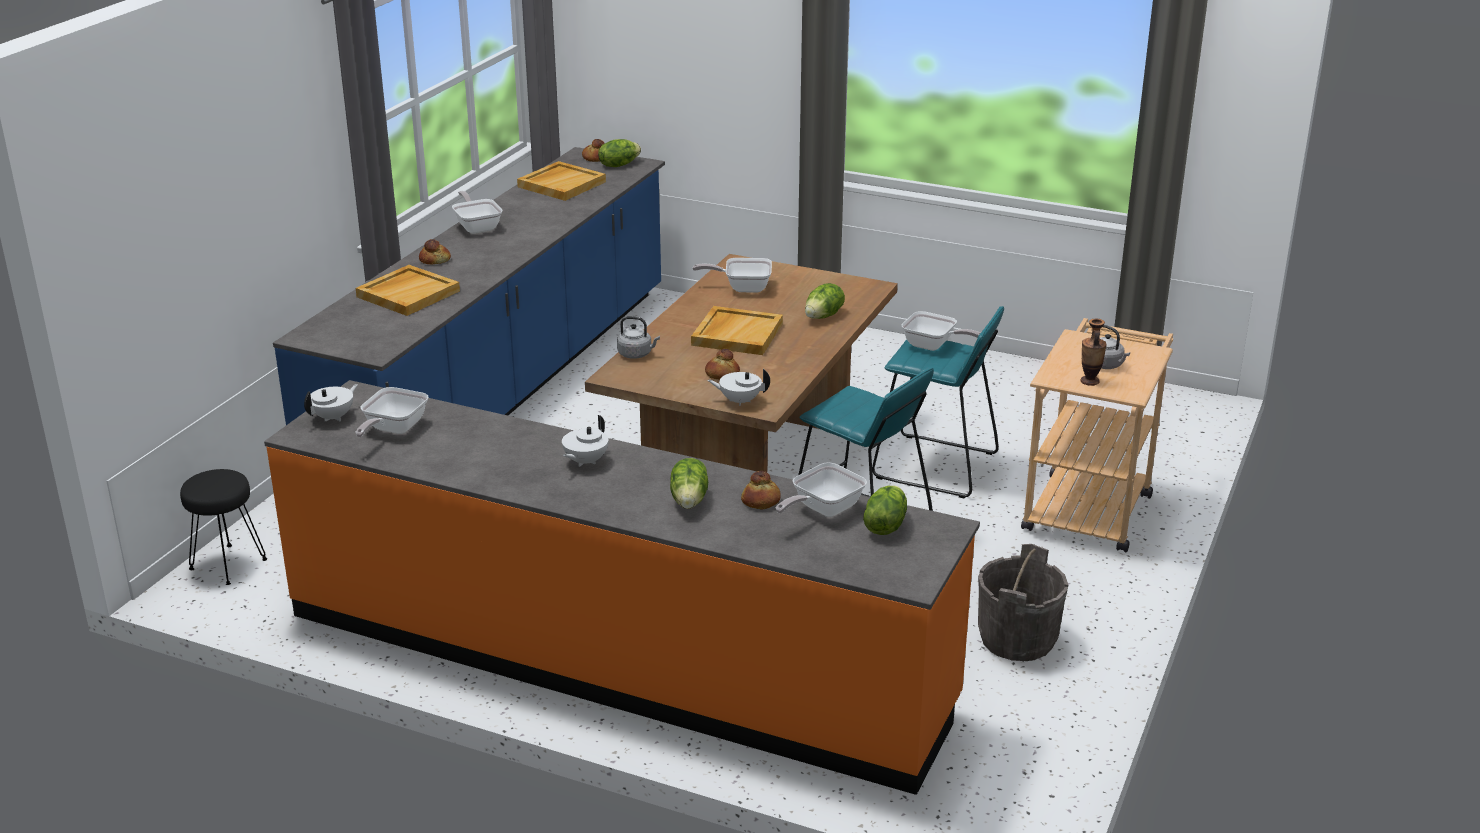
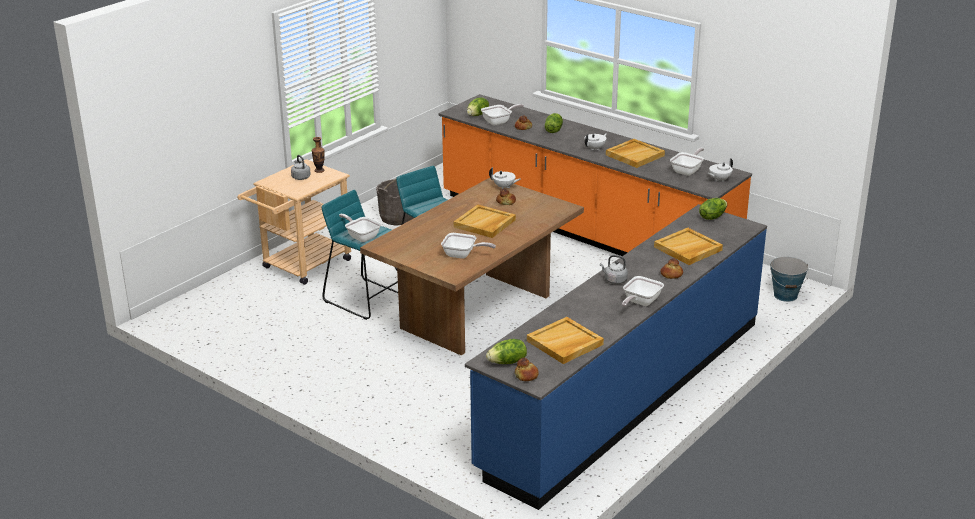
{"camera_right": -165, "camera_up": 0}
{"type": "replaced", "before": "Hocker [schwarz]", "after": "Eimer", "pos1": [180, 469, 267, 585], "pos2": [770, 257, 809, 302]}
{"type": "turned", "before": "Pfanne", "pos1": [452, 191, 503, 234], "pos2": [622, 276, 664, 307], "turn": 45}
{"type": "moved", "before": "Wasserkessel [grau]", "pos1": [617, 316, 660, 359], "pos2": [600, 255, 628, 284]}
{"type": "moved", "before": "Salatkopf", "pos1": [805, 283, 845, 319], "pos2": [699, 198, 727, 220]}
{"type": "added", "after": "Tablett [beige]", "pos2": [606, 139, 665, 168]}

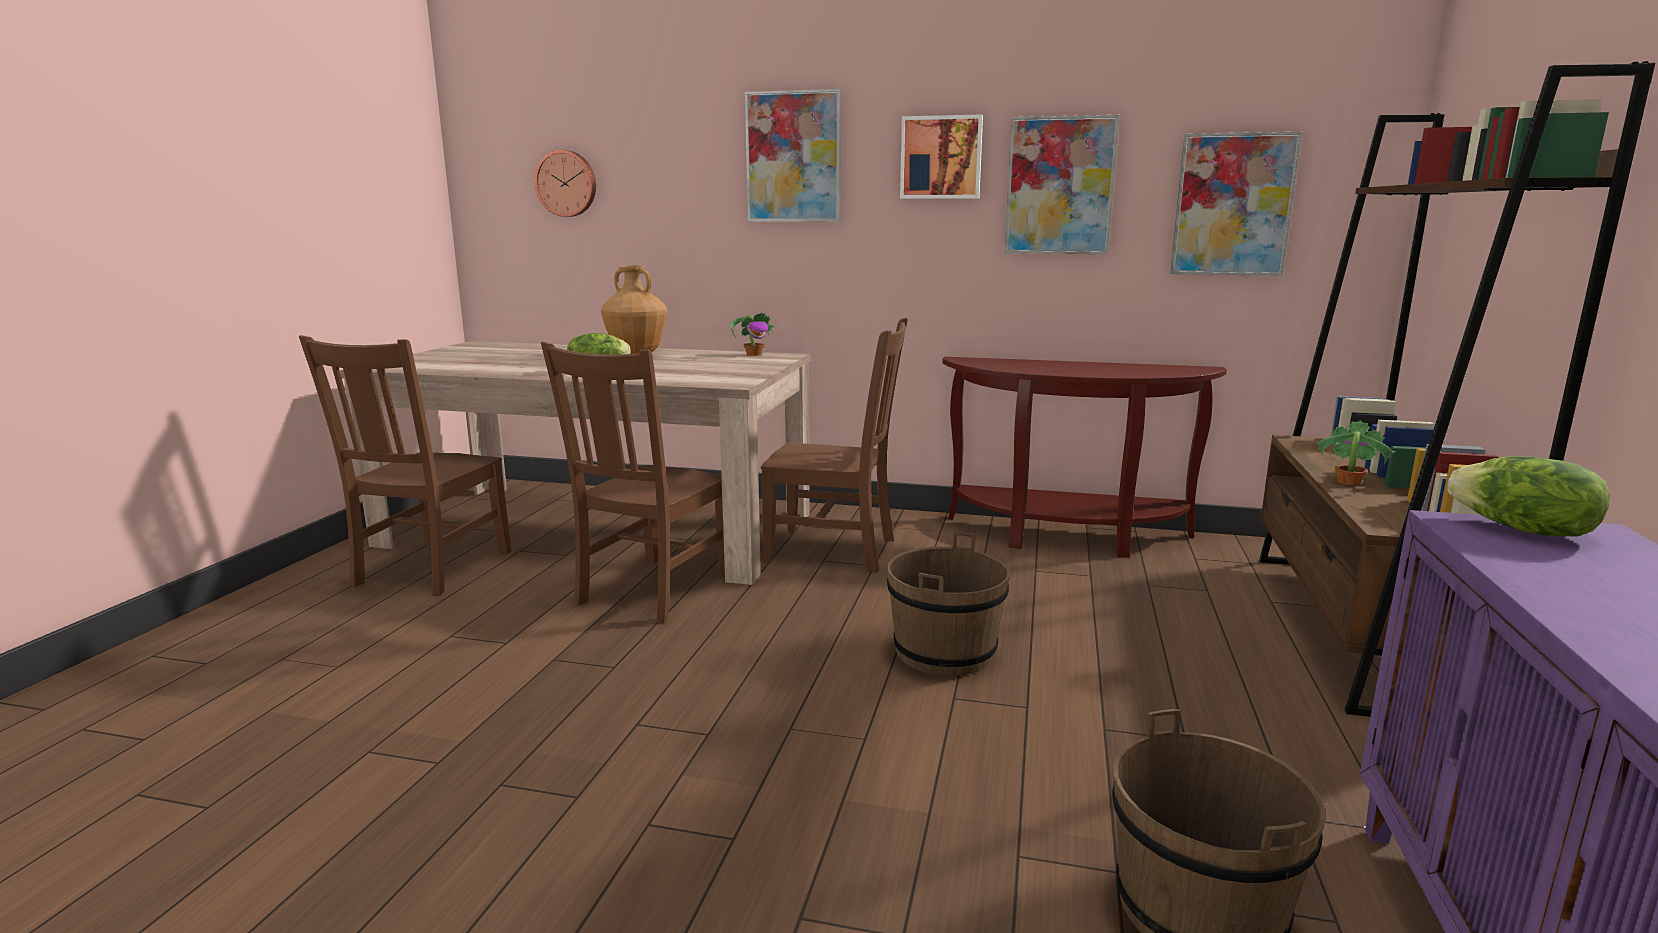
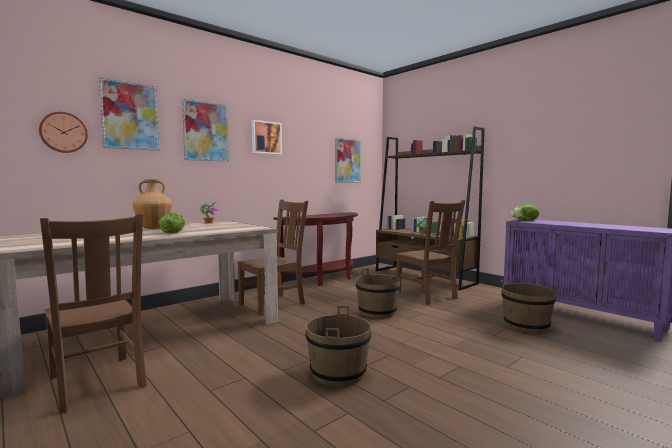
{"camera_right": -55, "camera_up": -10}
{"type": "moved", "before": "Stuhl [braun]", "pos1": [541, 342, 725, 623], "pos2": [396, 200, 465, 305]}
{"type": "moved", "before": "Bild", "pos1": [1005, 115, 1120, 254], "pos2": [99, 77, 160, 151]}
{"type": "added", "after": "Eimer [braun]", "pos2": [305, 306, 371, 386]}

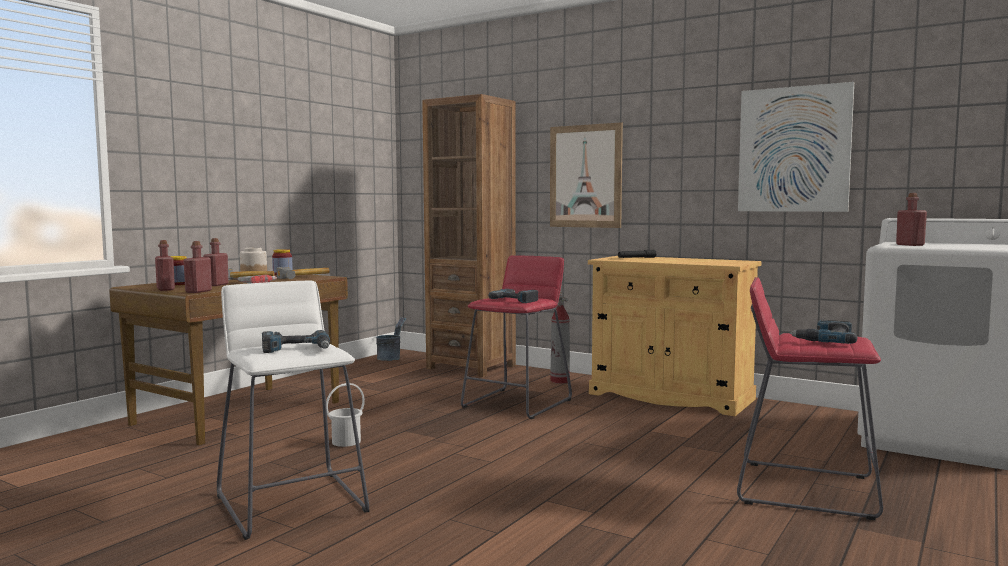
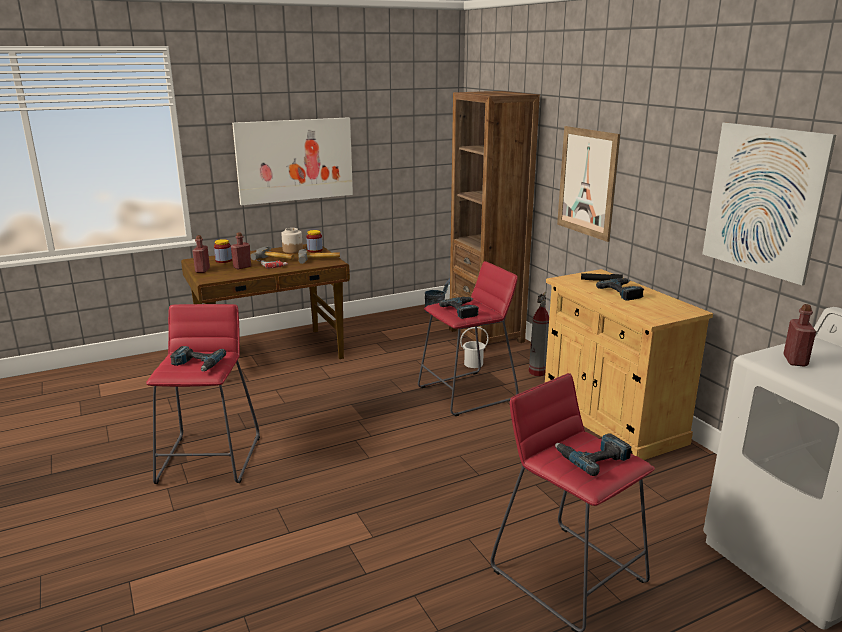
{"camera_right": 30, "camera_up": 15}
{"type": "removed", "before": "Flasche [rot]", "pos1": [183, 241, 212, 293]}
{"type": "recoloured", "before": "Hocker [weiß]", "after": "Hocker [rot]", "pos1": [217, 281, 369, 540], "pos2": [146, 304, 260, 484]}
{"type": "moved", "before": "Eimer [weiß]", "pos1": [326, 383, 365, 447], "pos2": [460, 327, 489, 368]}
{"type": "added", "after": "Bild", "pos2": [232, 117, 353, 205]}
{"type": "added", "after": "Bohrmaschine", "pos2": [596, 278, 644, 301]}

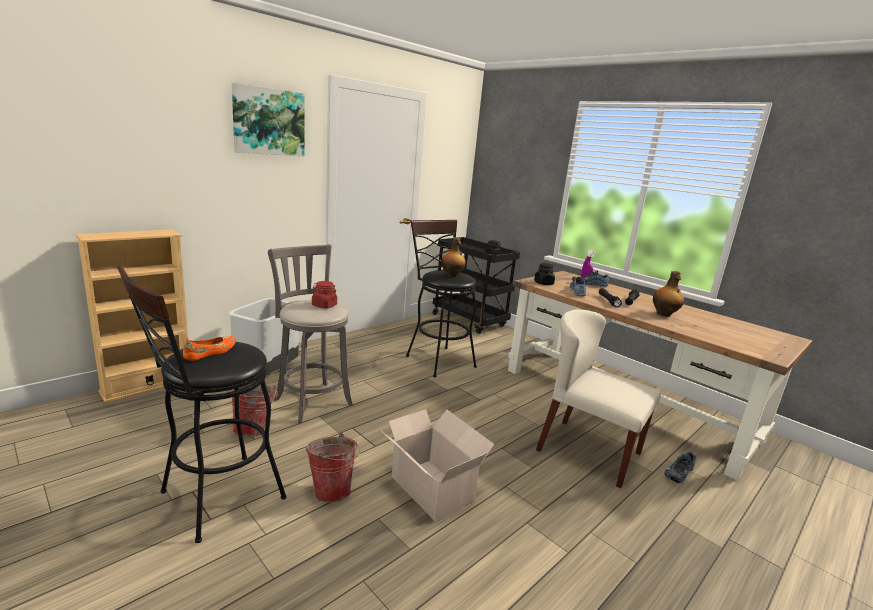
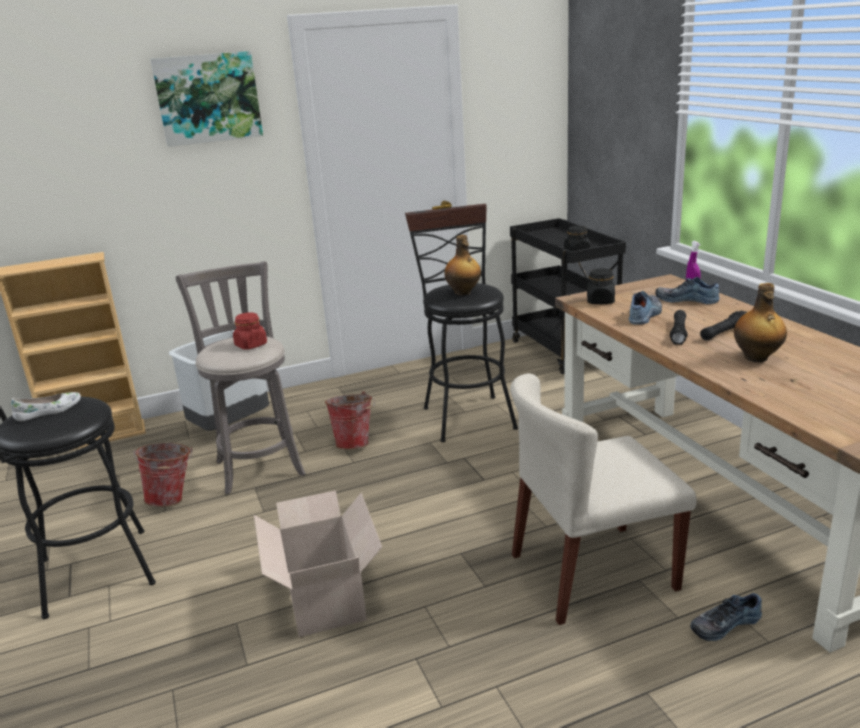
{"camera_right": 25, "camera_up": 5}
{"type": "recoloured", "before": "Schuh [orange]", "after": "Schuh [weiß]", "pos1": [183, 336, 236, 361], "pos2": [11, 392, 81, 421]}
{"type": "moved", "before": "Eimer", "pos1": [306, 433, 360, 502], "pos2": [325, 391, 375, 449]}
{"type": "turned", "before": "Stuhl [beige]", "pos1": [536, 309, 661, 488], "pos2": [510, 373, 697, 625], "turn": -75}

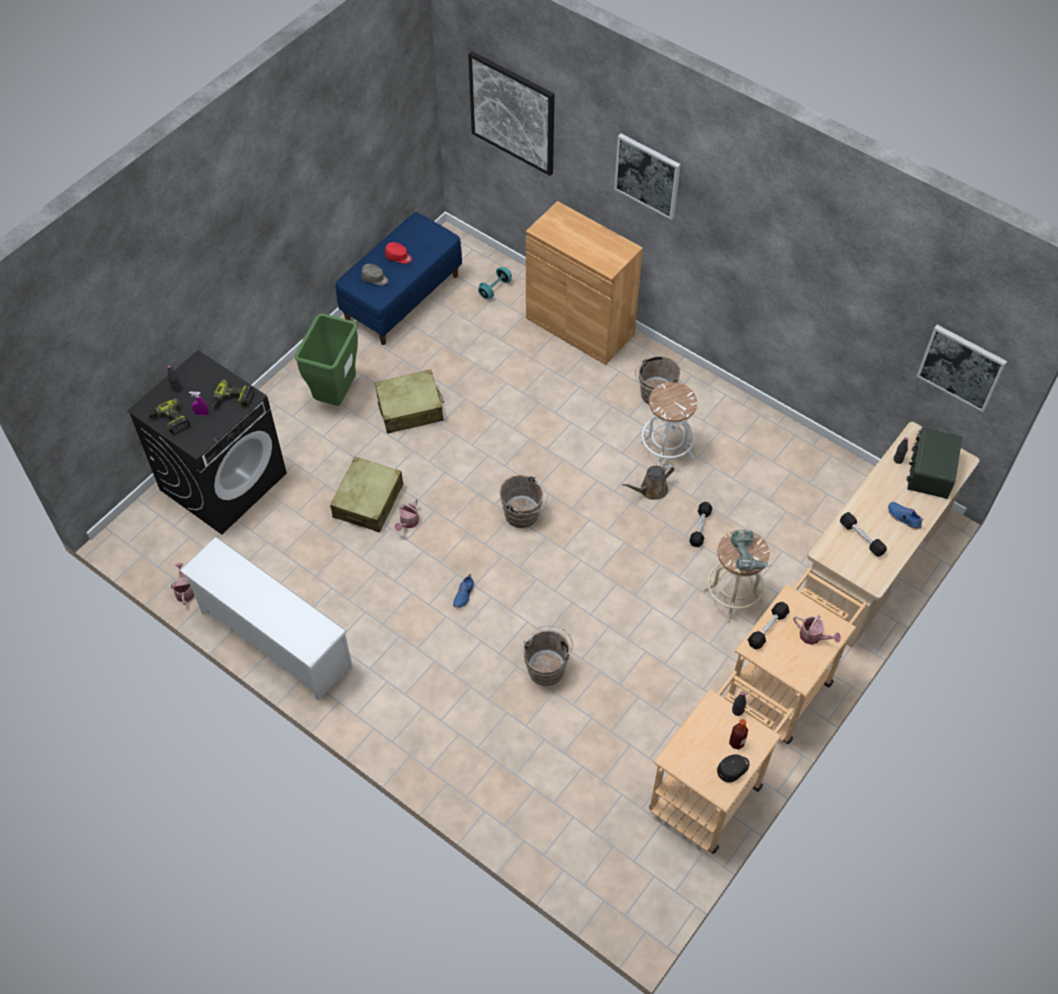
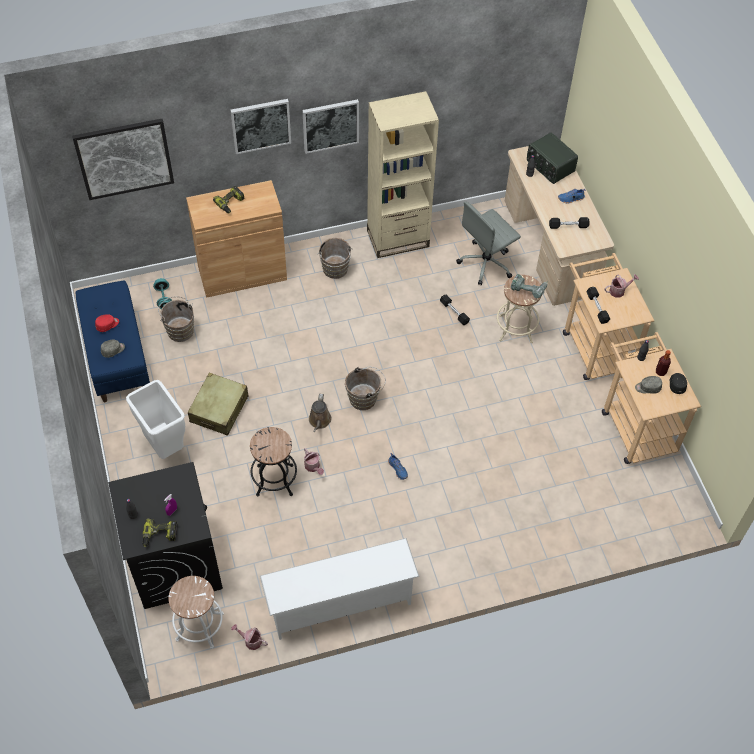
{"camera_right": -55, "camera_up": 0}
{"type": "moved", "before": "Bohrmaschine", "pos1": [211, 379, 254, 407], "pos2": [213, 186, 245, 213]}
{"type": "recoloured", "before": "Mülleimer [grün]", "after": "Mülleimer [weiß]", "pos1": [295, 314, 358, 406], "pos2": [126, 380, 185, 459]}
{"type": "replaced", "before": "Koffer [beige]", "after": "Hocker [schwarz]", "pos1": [330, 457, 403, 532], "pos2": [250, 427, 297, 497]}
{"type": "moved", "before": "Eimer [braun]", "pos1": [524, 625, 573, 686], "pos2": [158, 296, 194, 342]}
{"type": "moved", "before": "Gießkanne [braun]", "pos1": [622, 464, 674, 500], "pos2": [309, 394, 332, 432]}
{"type": "moved", "before": "Hocker [weiß]", "pos1": [639, 382, 697, 467], "pos2": [168, 576, 224, 649]}
{"type": "moved", "before": "Bild", "pos1": [916, 325, 1007, 412], "pos2": [302, 99, 359, 154]}
{"type": "added", "after": "Bücherregal [beige]", "pos2": [367, 91, 439, 258]}
{"type": "added", "after": "Bürostuhl [grau]", "pos2": [456, 202, 521, 285]}
{"type": "added", "after": "Kappe [grau]", "pos2": [635, 376, 662, 394]}

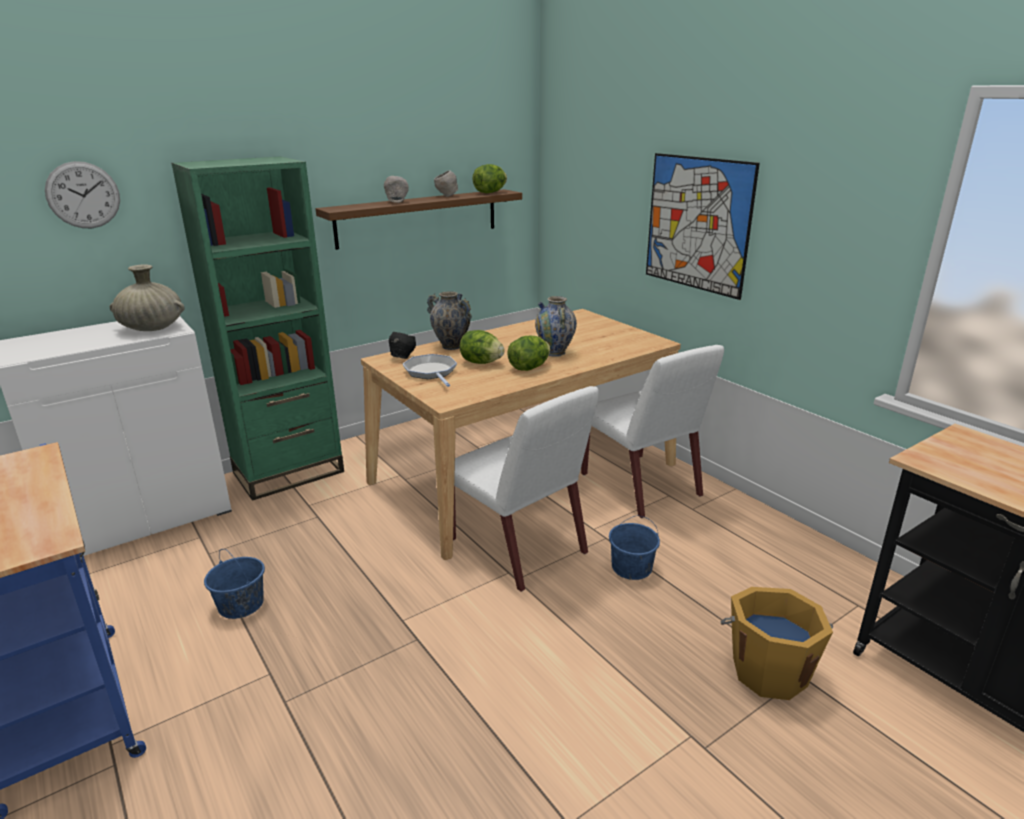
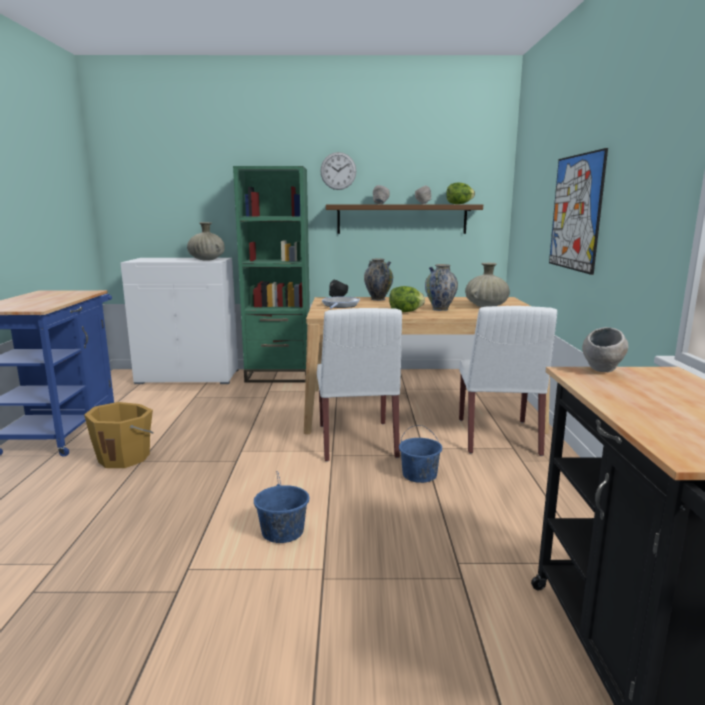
{"camera_right": 35, "camera_up": -10}
{"type": "moved", "before": "Wanduhr", "pos1": [45, 161, 120, 228], "pos2": [320, 152, 356, 190]}
{"type": "moved", "before": "Eimer [blau]", "pos1": [204, 549, 265, 619], "pos2": [254, 471, 309, 543]}
{"type": "removed", "before": "Salatkopf", "pos1": [460, 330, 505, 364]}
{"type": "moved", "before": "Eimer [orange]", "pos1": [720, 587, 833, 700], "pos2": [84, 402, 153, 468]}
{"type": "added", "after": "Vase [beige]", "pos2": [465, 263, 510, 307]}
{"type": "added", "after": "Schüssel [grau]", "pos2": [582, 327, 628, 372]}

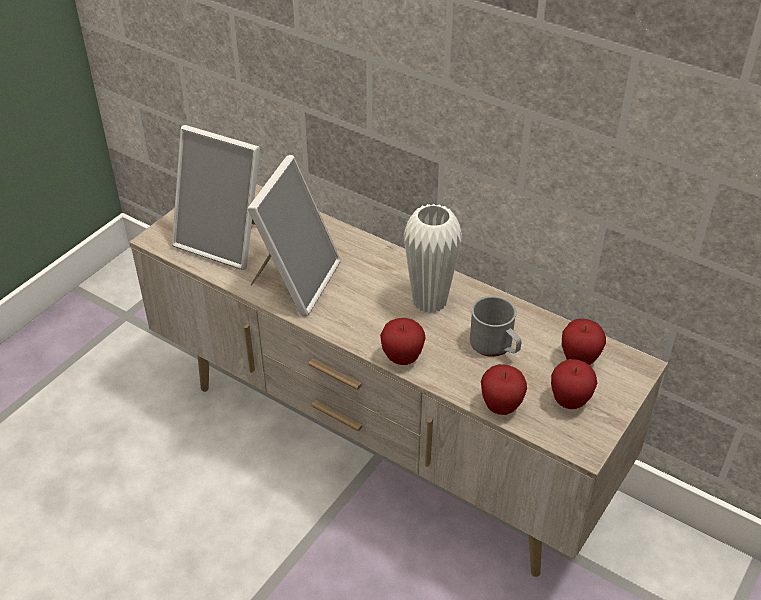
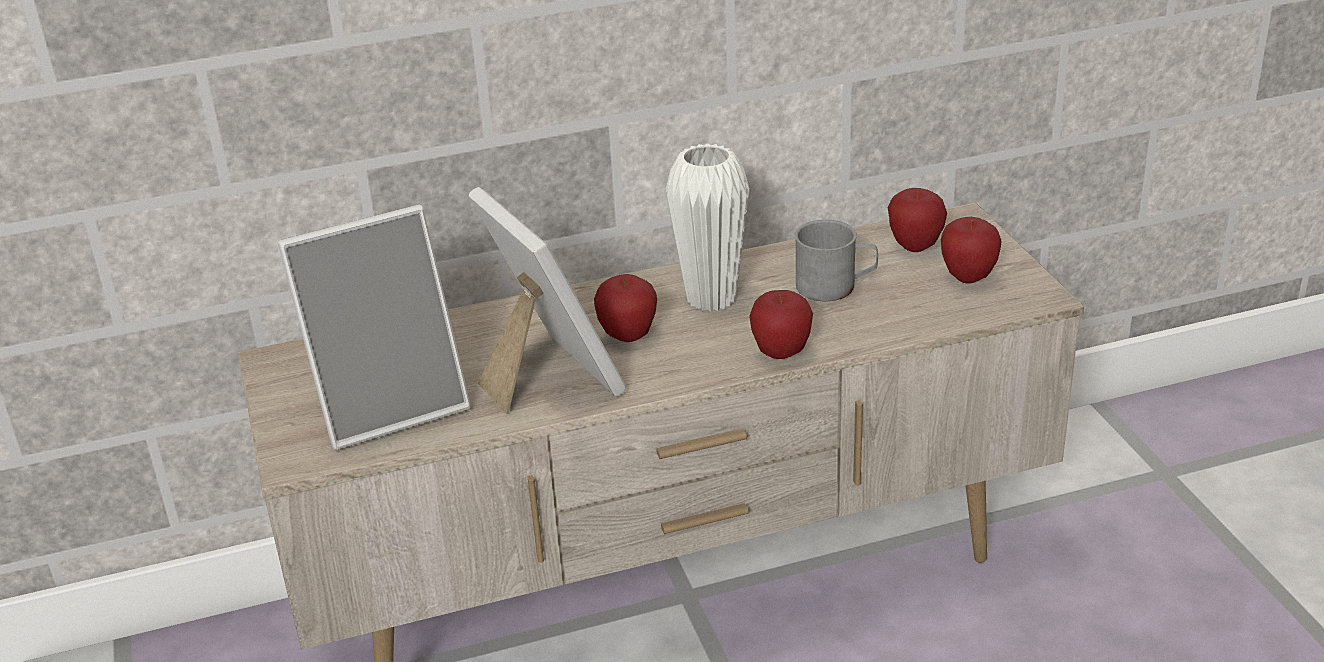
{"camera_right": -50, "camera_up": -10}
{"type": "moved", "before": "Apfel", "pos1": [481, 364, 527, 415], "pos2": [594, 274, 657, 342]}

